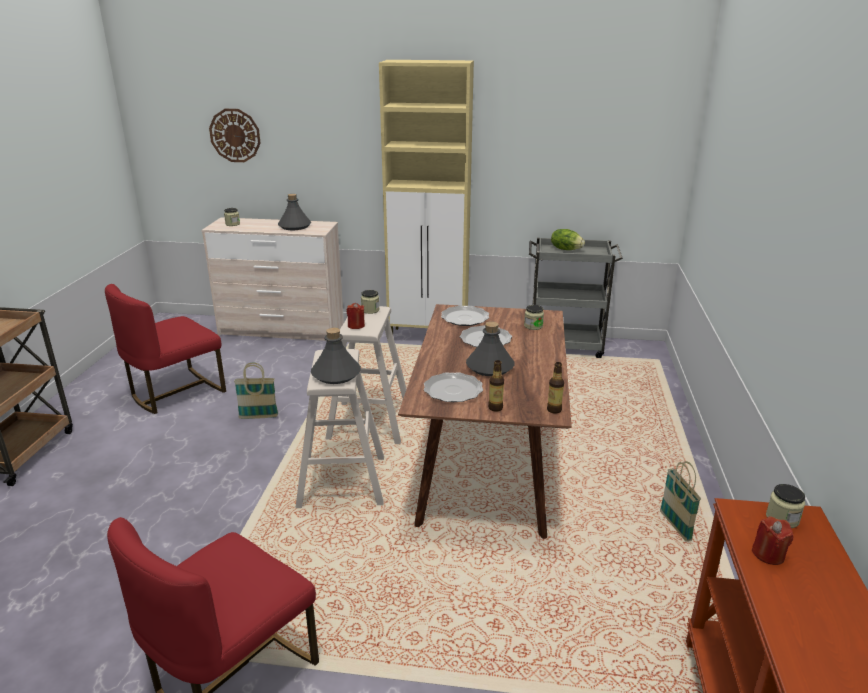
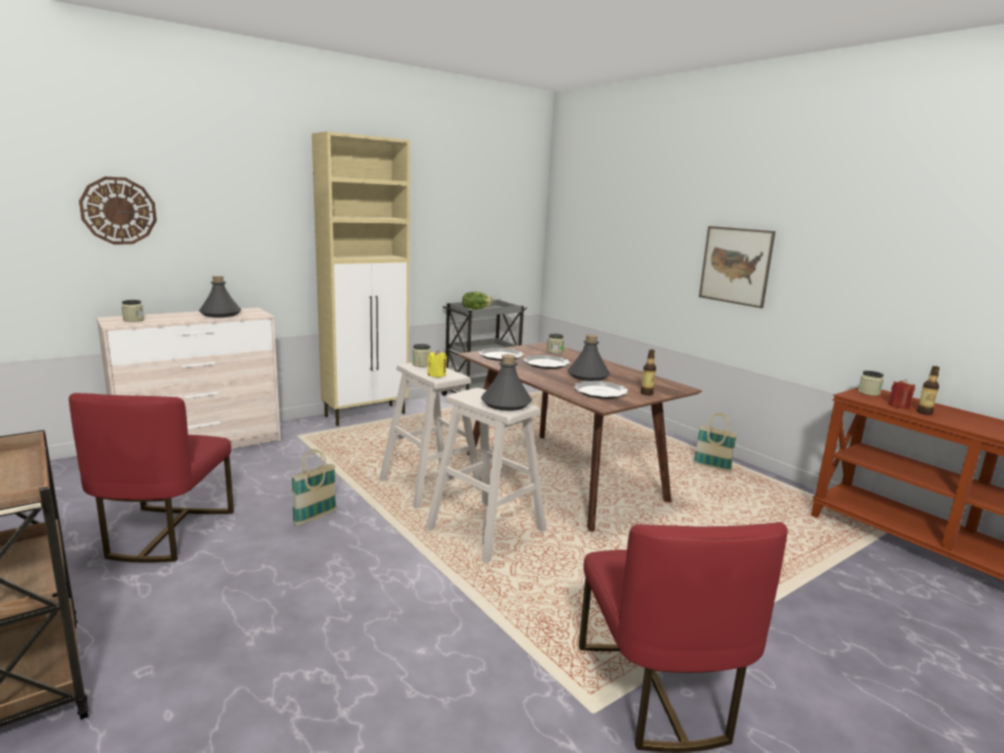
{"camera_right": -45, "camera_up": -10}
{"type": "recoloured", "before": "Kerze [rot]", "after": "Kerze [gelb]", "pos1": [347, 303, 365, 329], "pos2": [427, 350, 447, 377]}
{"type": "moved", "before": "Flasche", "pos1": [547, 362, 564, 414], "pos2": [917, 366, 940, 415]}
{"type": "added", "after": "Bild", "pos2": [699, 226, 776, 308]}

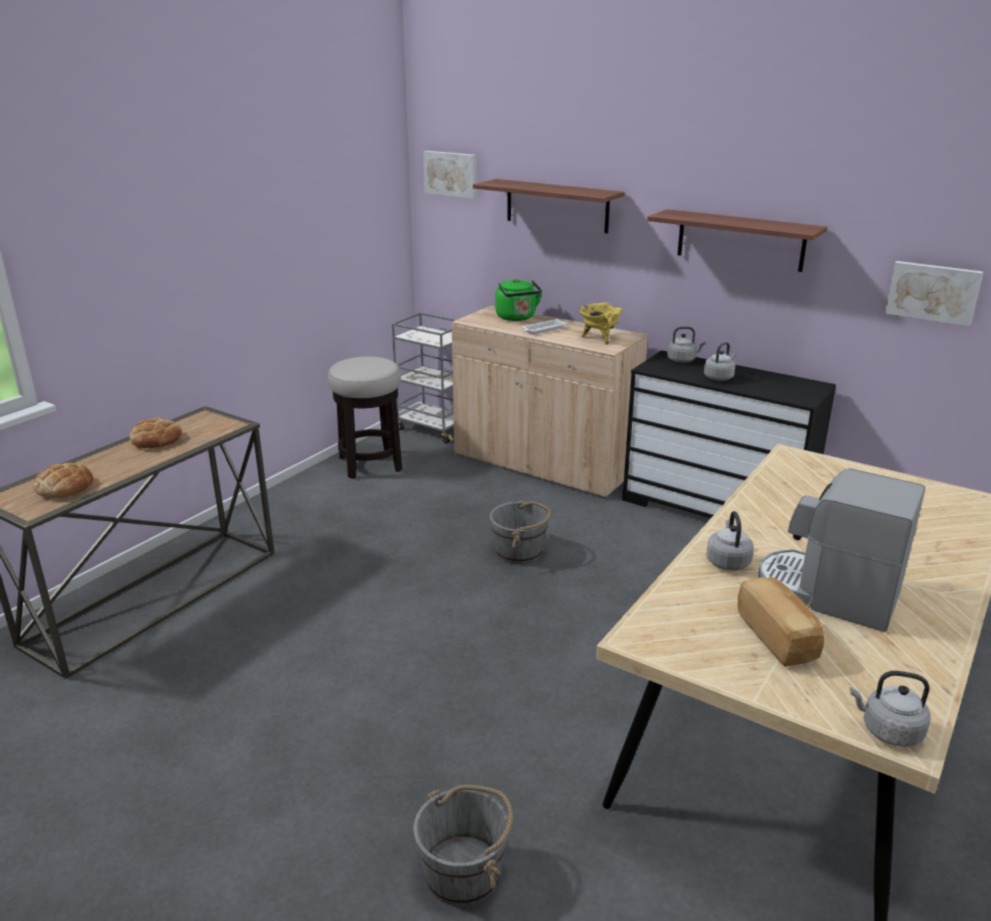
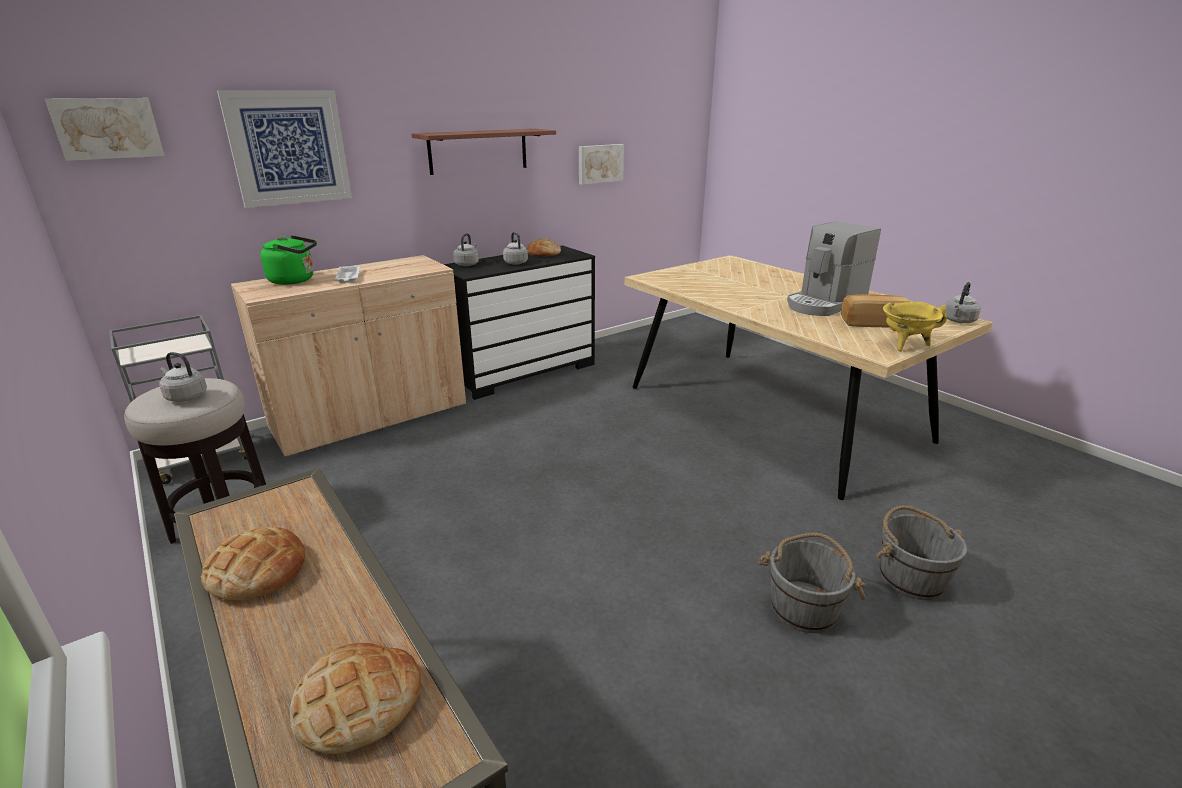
{"camera_right": -70, "camera_up": 0}
{"type": "replaced", "before": "Wandregal", "after": "Bild", "pos1": [473, 179, 625, 233], "pos2": [217, 90, 352, 208]}
{"type": "moved", "before": "Eimer [grau]", "pos1": [490, 500, 552, 564], "pos2": [758, 533, 866, 633]}
{"type": "moved", "before": "Kochtopf [gelb]", "pos1": [579, 303, 623, 345], "pos2": [883, 302, 947, 352]}
{"type": "moved", "before": "Wasserkessel [grau]", "pos1": [707, 511, 754, 571], "pos2": [159, 352, 207, 402]}
{"type": "added", "after": "Brot", "pos2": [526, 239, 561, 256]}

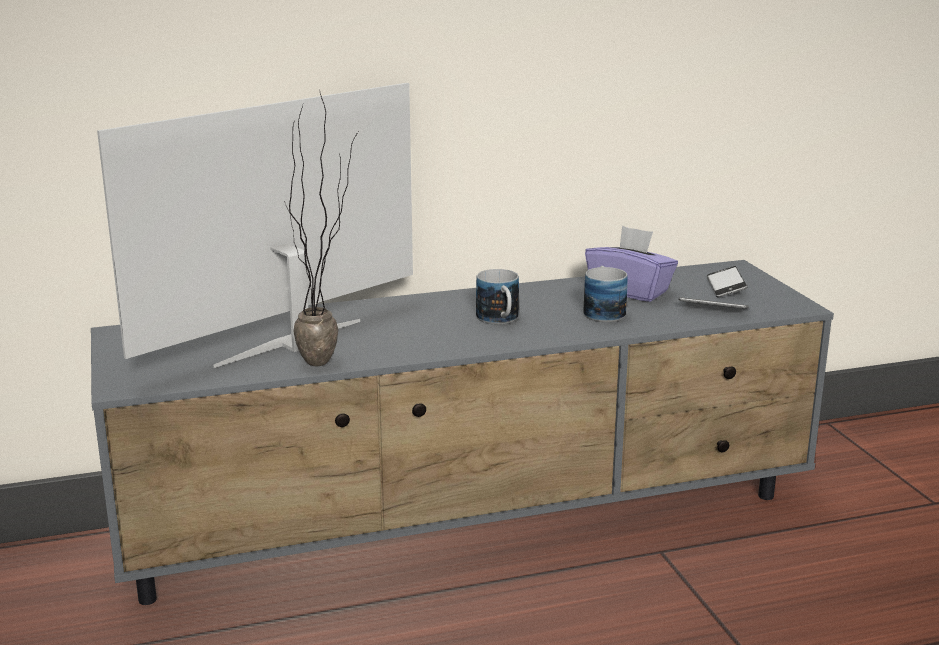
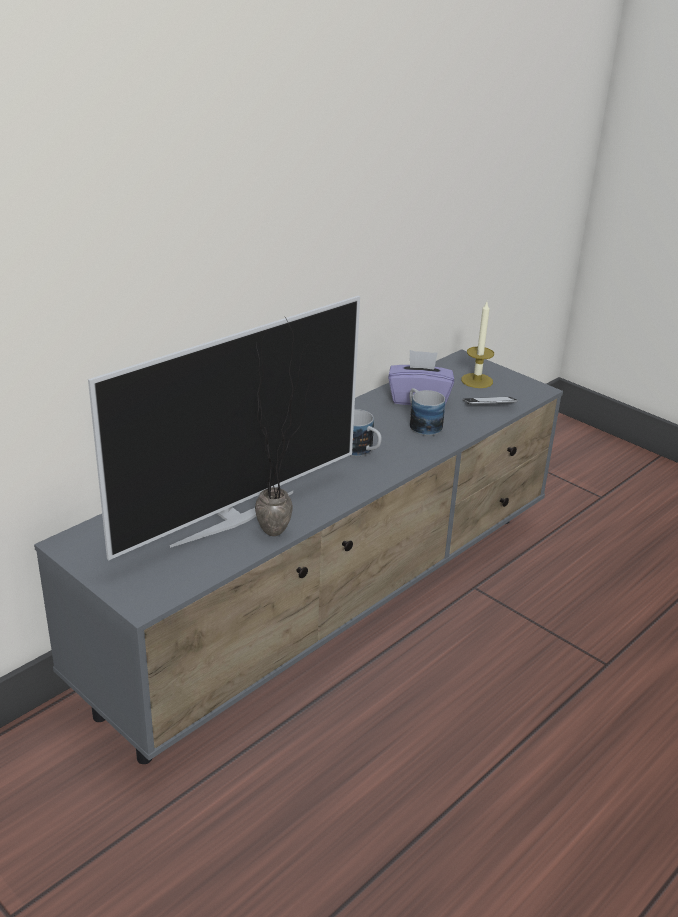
{"camera_right": -30, "camera_up": 10}
{"type": "turned", "before": "Fernseher", "pos1": [97, 83, 413, 368], "pos2": [88, 296, 360, 560], "turn": -150}
{"type": "replaced", "before": "Handy", "after": "Kerze", "pos1": [707, 266, 747, 297], "pos2": [461, 302, 494, 388]}

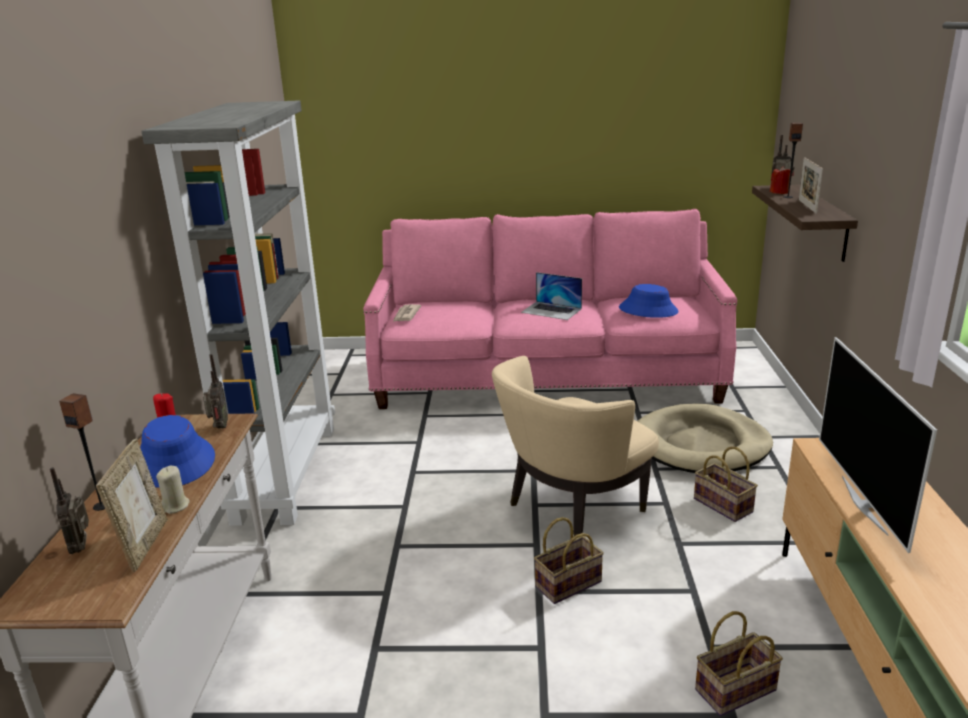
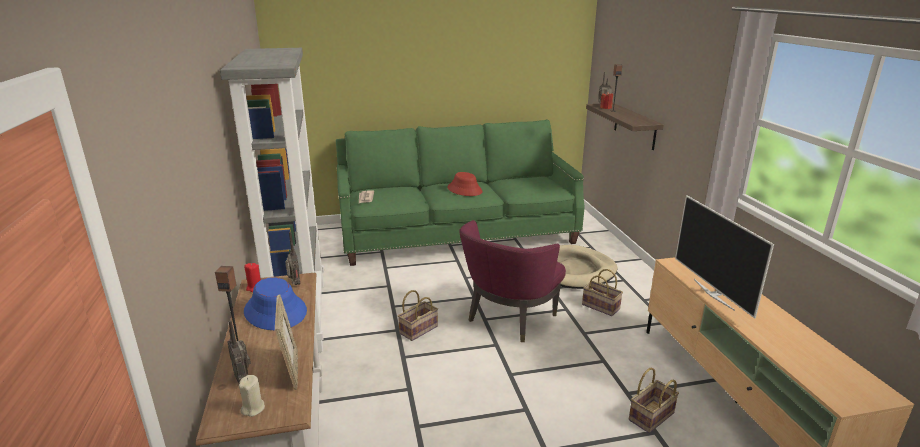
{"camera_right": -15, "camera_up": 0}
{"type": "moved", "before": "Kerze [beige]", "pos1": [156, 466, 190, 514], "pos2": [239, 375, 265, 417]}
{"type": "recoloured", "before": "Sofa [rosa]", "after": "Sofa [grün]", "pos1": [363, 209, 738, 409], "pos2": [336, 119, 585, 266]}
{"type": "recoloured", "before": "Sessel [beige]", "after": "Sessel [lila]", "pos1": [492, 356, 659, 536], "pos2": [459, 220, 566, 342]}
{"type": "replaced", "before": "Laptop", "after": "Hut [rot]", "pos1": [521, 272, 582, 320], "pos2": [448, 172, 483, 196]}
{"type": "moved", "before": "Korb", "pos1": [534, 517, 604, 604], "pos2": [398, 290, 438, 341]}
{"type": "removed", "before": "Hut [blau]", "pos1": [619, 284, 679, 318]}
{"type": "removed", "before": "Bilderrahmen", "pos1": [799, 157, 823, 214]}

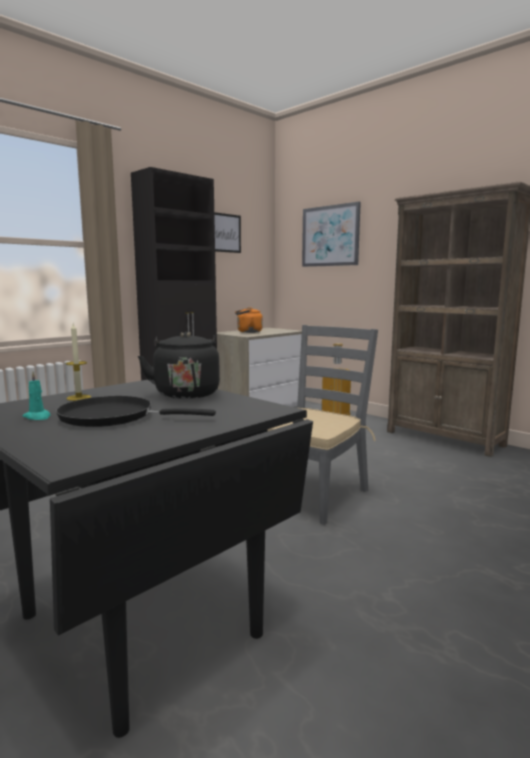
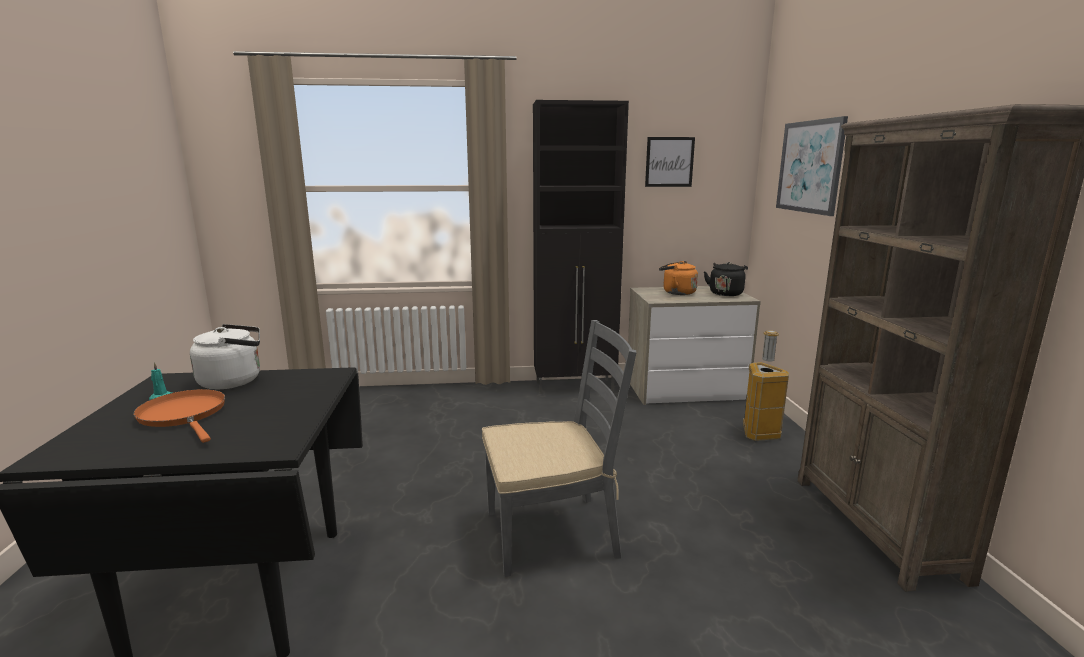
{"camera_right": 40, "camera_up": 5}
{"type": "recoloured", "before": "Pfanne [schwarz]", "after": "Pfanne [orange]", "pos1": [56, 396, 216, 427], "pos2": [133, 389, 225, 443]}
{"type": "replaced", "before": "Kerze", "after": "Wasserkessel [weiß]", "pos1": [66, 324, 91, 401], "pos2": [190, 324, 260, 389]}
{"type": "moved", "before": "Wasserkessel [schwarz]", "pos1": [138, 332, 220, 399], "pos2": [704, 262, 748, 296]}

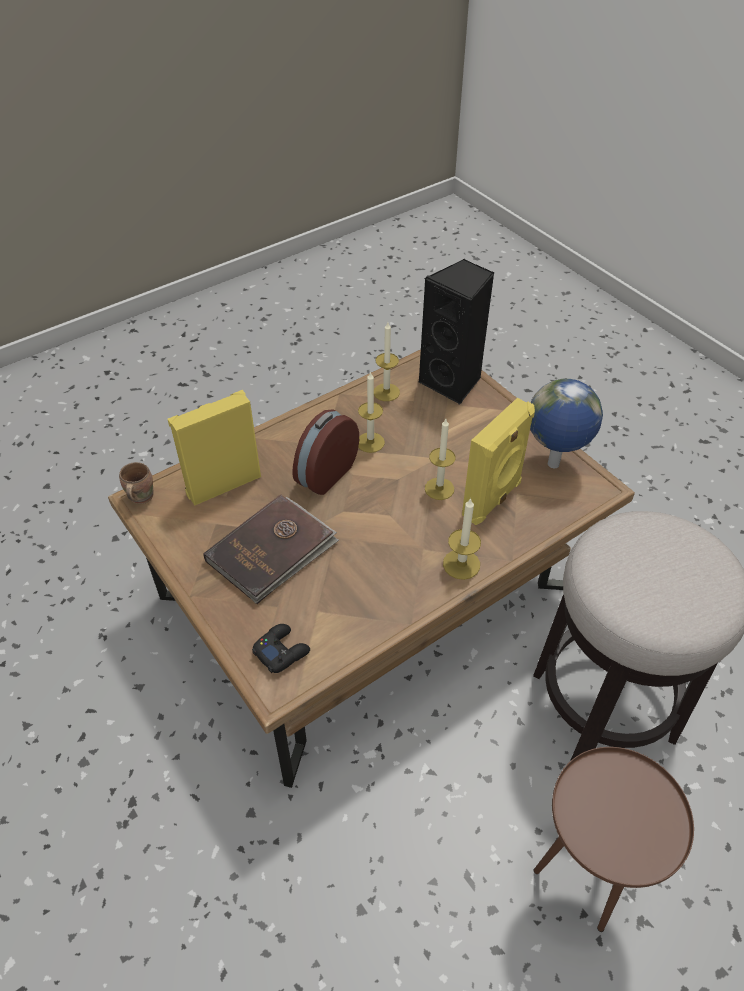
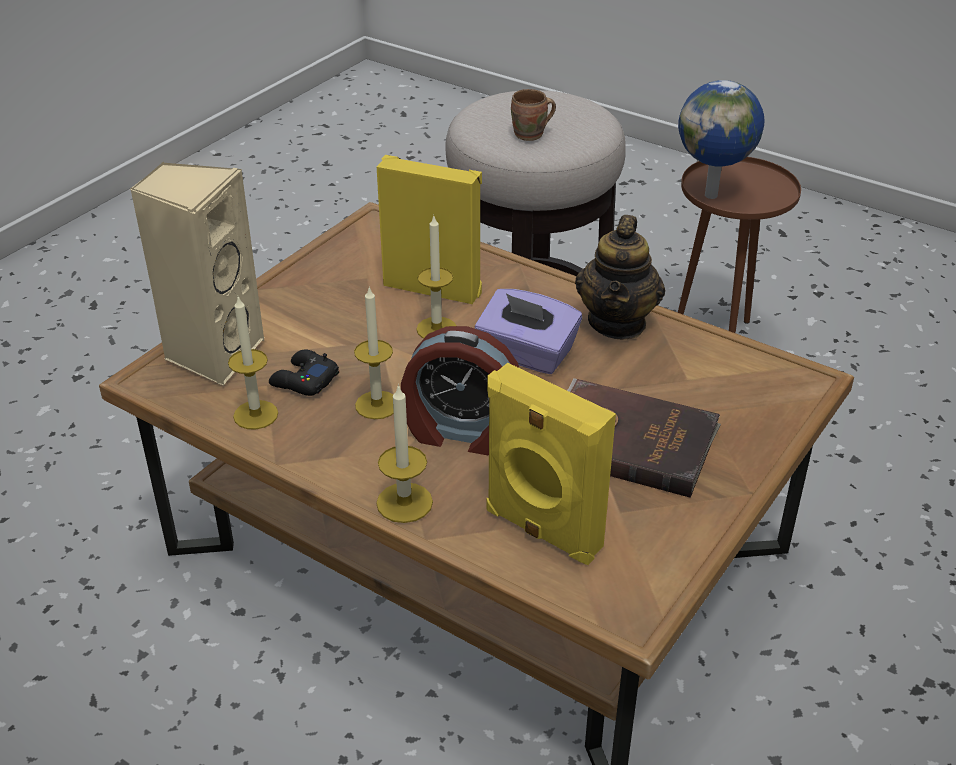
{"camera_right": -110, "camera_up": -10}
{"type": "moved", "before": "Henkelbecher [braun]", "pos1": [119, 462, 153, 504], "pos2": [511, 89, 556, 141]}
{"type": "moved", "before": "Gamepad [schwarz]", "pos1": [252, 624, 310, 673], "pos2": [269, 349, 339, 396]}
{"type": "recoloured", "before": "Lautsprecher [schwarz]", "after": "Lautsprecher [beige]", "pos1": [419, 259, 494, 405], "pos2": [130, 161, 265, 386]}
{"type": "moved", "before": "Kerze", "pos1": [443, 498, 481, 580], "pos2": [376, 384, 433, 523]}
{"type": "moved", "before": "Globus", "pos1": [530, 379, 603, 468], "pos2": [678, 80, 765, 199]}
{"type": "added", "after": "Taschentuchbox [lila]", "pos2": [475, 289, 582, 374]}
{"type": "added", "after": "Teekanne", "pos2": [575, 215, 665, 340]}

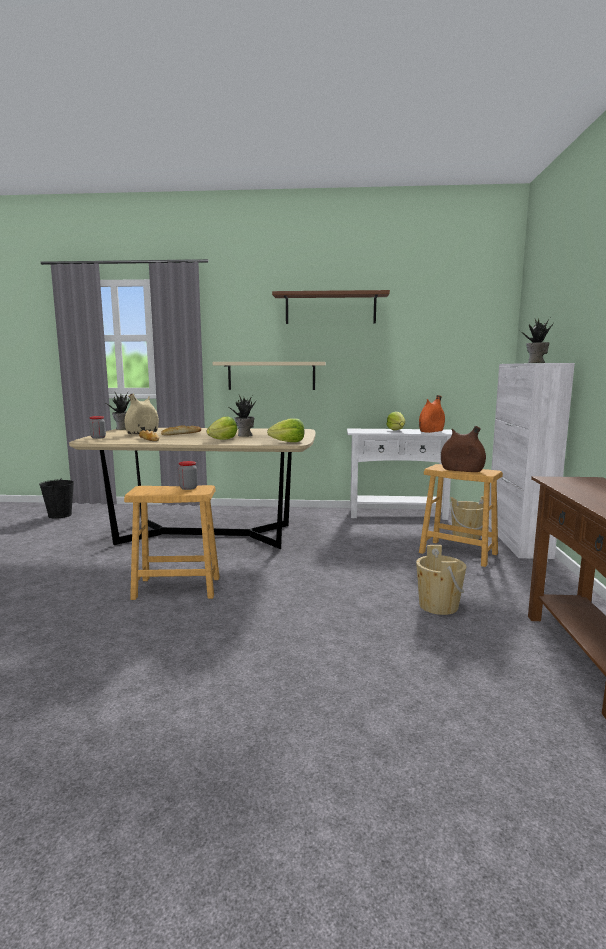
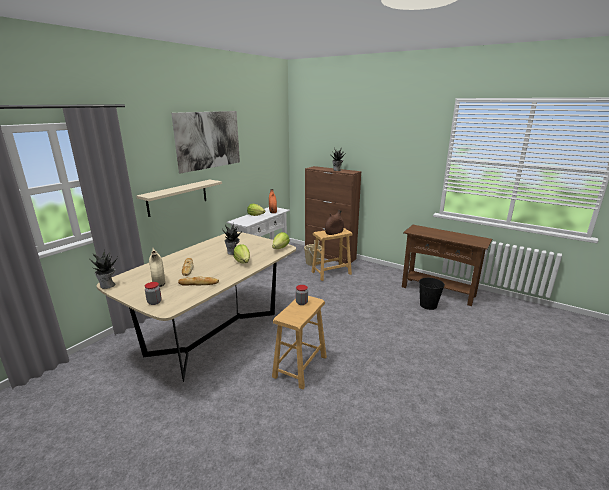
{"camera_right": -60, "camera_up": 10}
{"type": "moved", "before": "Eimer [schwarz]", "pos1": [39, 478, 74, 519], "pos2": [419, 278, 445, 310]}
{"type": "replaced", "before": "Wandregal [braun]", "after": "Bild", "pos1": [272, 290, 390, 324], "pos2": [171, 111, 240, 173]}
{"type": "removed", "before": "Eimer [beige]", "pos1": [416, 545, 466, 615]}
{"type": "recoloured", "before": "Schrank [weiß]", "after": "Schrank [braun]", "pos1": [489, 363, 575, 559], "pos2": [305, 166, 361, 264]}

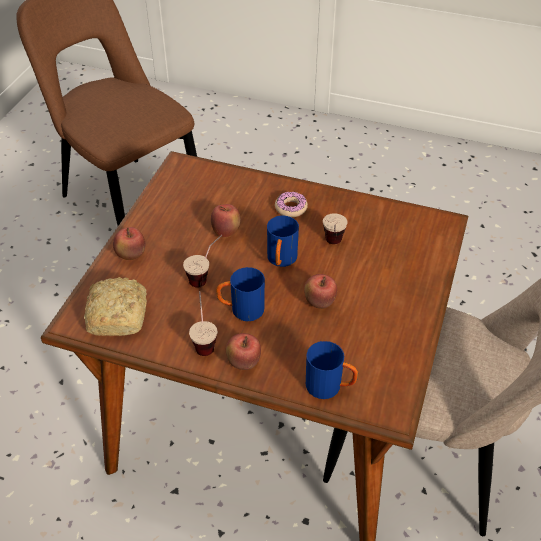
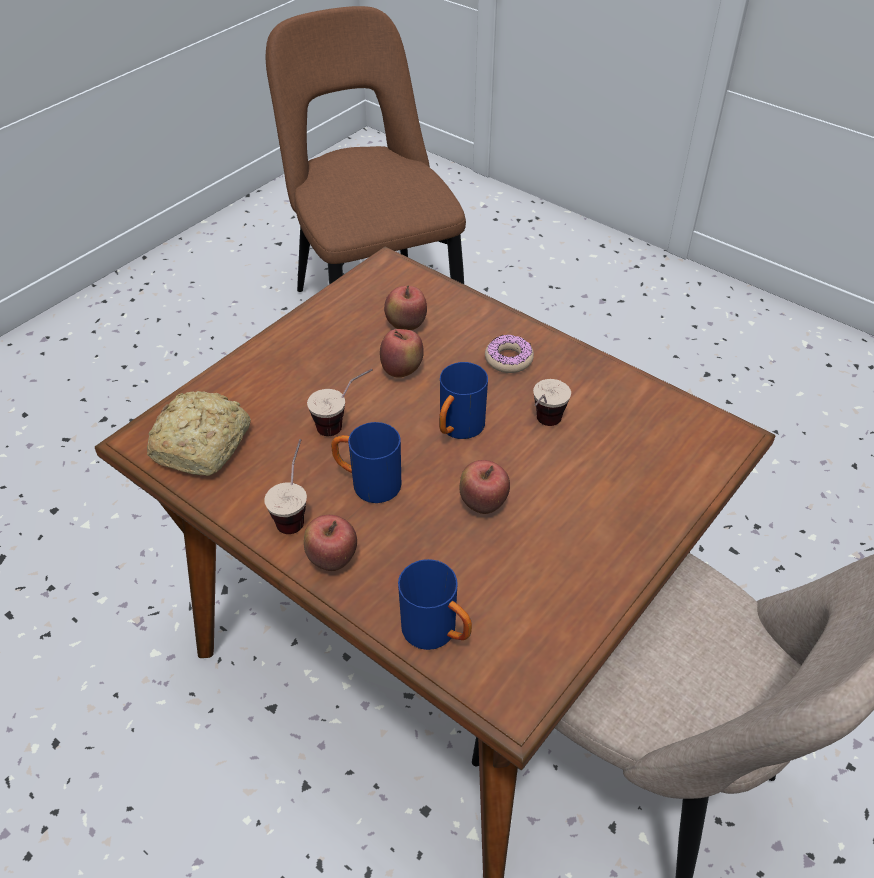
{"camera_right": 20, "camera_up": 0}
{"type": "moved", "before": "Apfel", "pos1": [113, 227, 145, 260], "pos2": [384, 286, 427, 330]}

